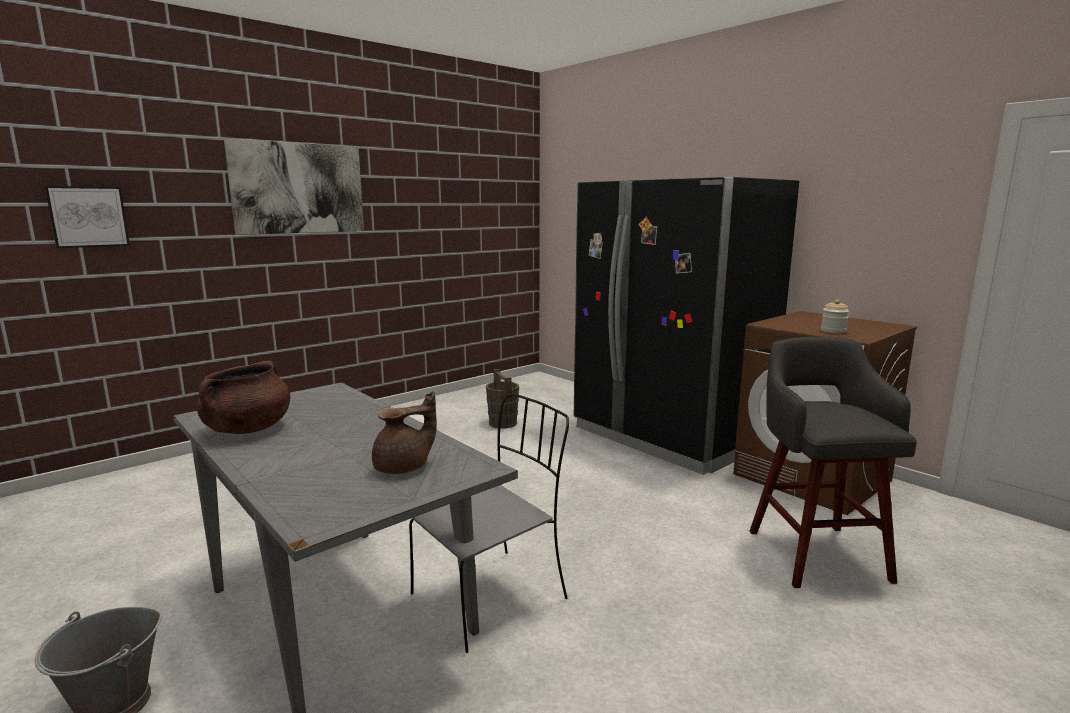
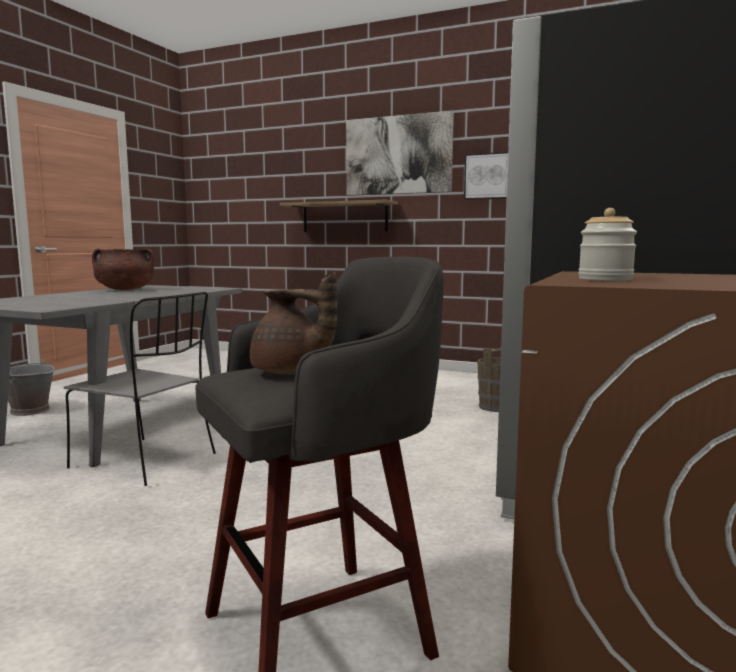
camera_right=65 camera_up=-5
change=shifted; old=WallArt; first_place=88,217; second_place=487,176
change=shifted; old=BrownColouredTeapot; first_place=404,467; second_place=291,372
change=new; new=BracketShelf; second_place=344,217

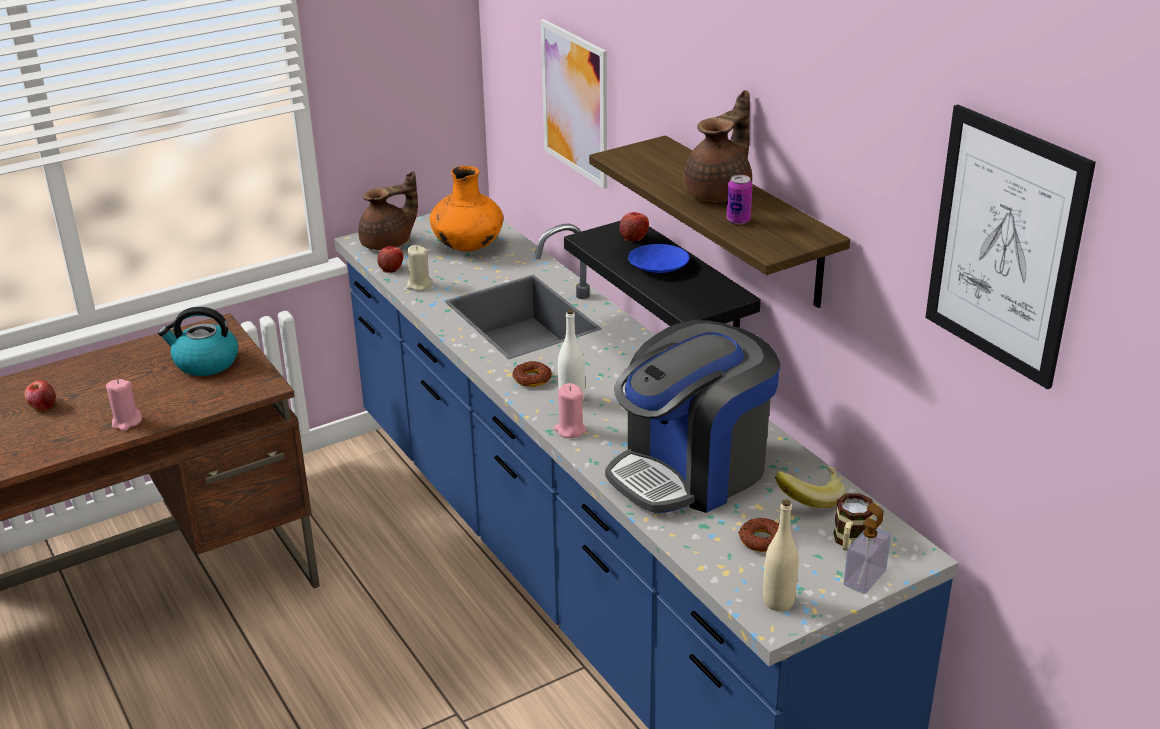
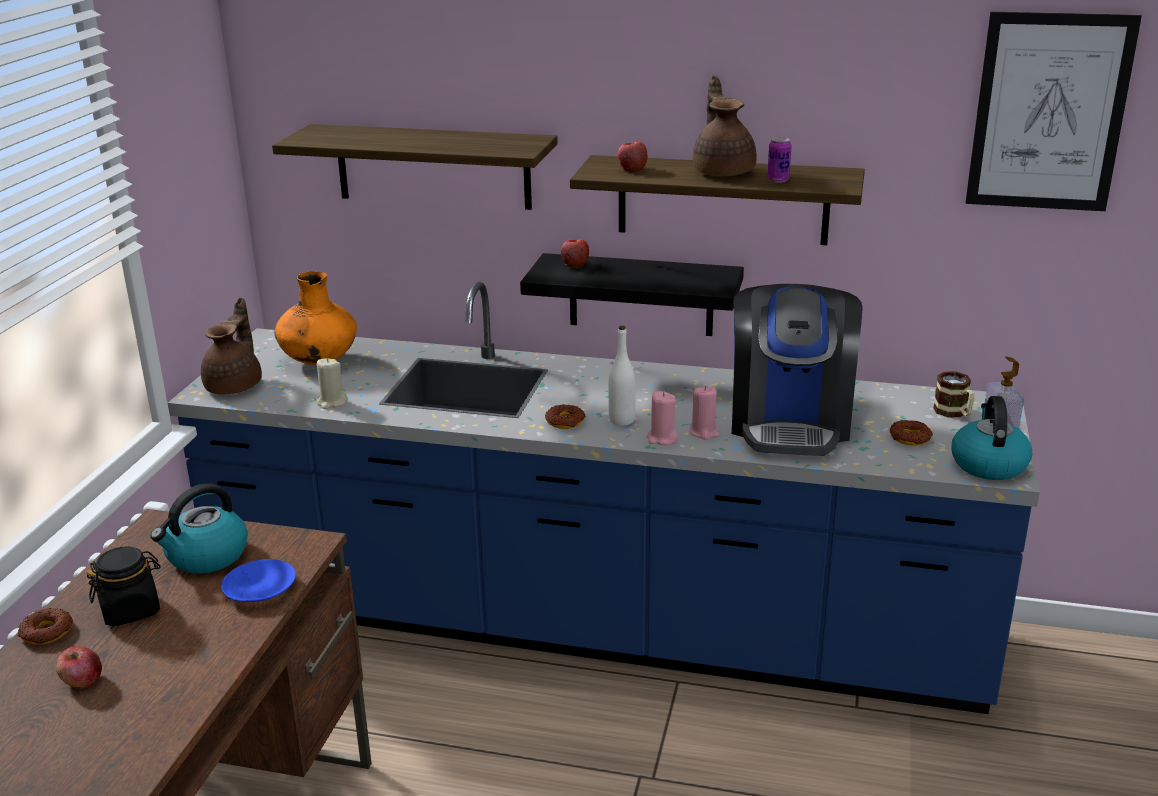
camera_right=-45 camera_up=-5
change=shifted; old=PinkColouredWaxCandle; first_place=126,422; second_place=704,432
change=shifted; old=WholeApple; first_place=391,268; second_place=632,169
change=swapped; old=WallArt; new=BracketShelf; first_place=575,103; second_place=433,166
change=shifted; old=BluishDinnerPlate; first_place=657,265; second_place=259,589
change=swapped; old=BeigeColouredBottle; new=Kettle; first_place=778,602; second_place=988,464
change=gone; old=WholeBanana; first_place=809,498
change=new; new=Donut; second_place=46,632
change=new; new=BlackStorageJar; second_place=131,610

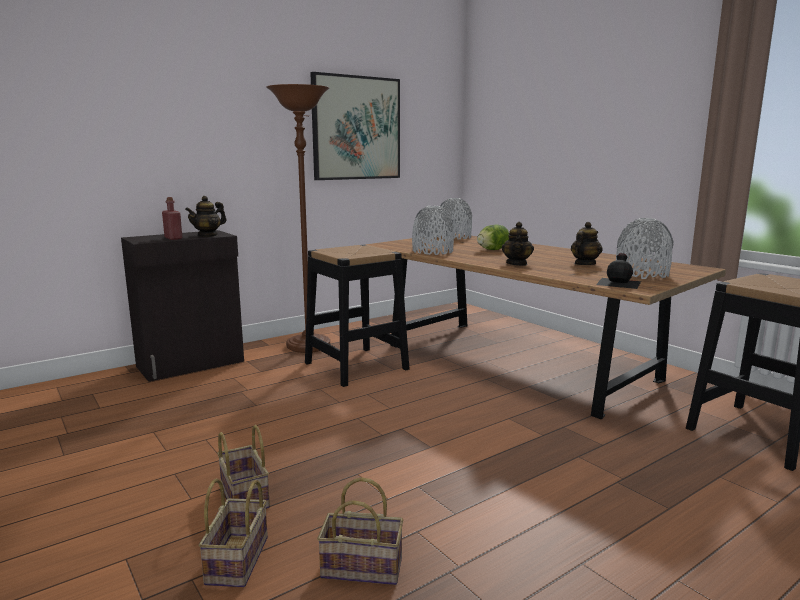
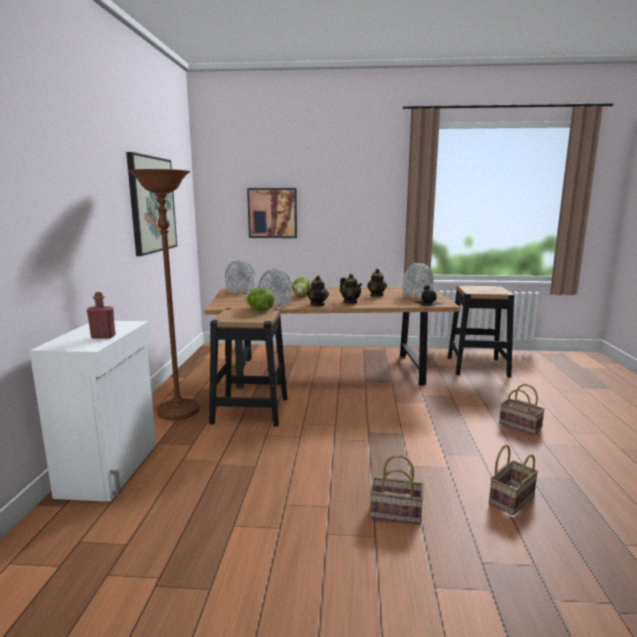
camera_right=-50 camera_up=0
change=repainted; old=BlackCabinet; new=WhitishCabinet; first_place=192,364; second_place=111,468
change=shifted; old=Teapot; first_place=208,235; second_place=318,304
change=shifted; old=StorageBasket; first_place=238,561; second_place=521,426
change=new; new=HeadOfLettuce; second_place=260,310
change=new; new=WallArt; second_place=272,213

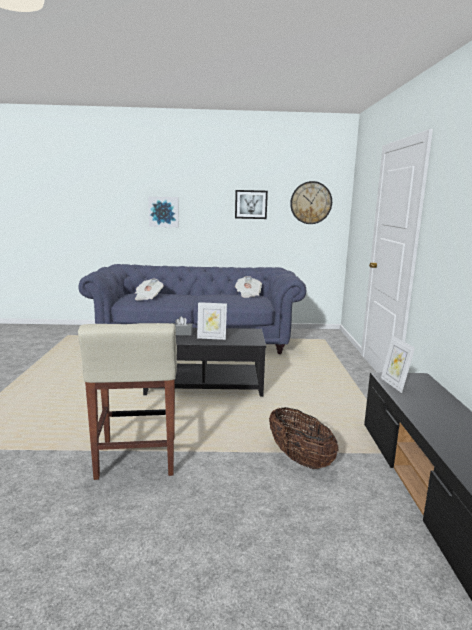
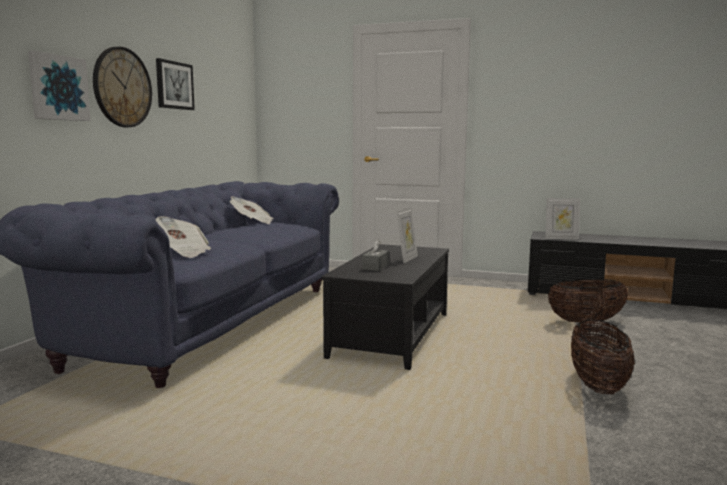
camera_right=-70 camera_up=-5
change=swapped; old=BeigeColouredSittingStool; new=StorageBasket; first_place=137,458; second_place=598,385
change=shifted; old=HangingClock; first_place=311,202; second_place=122,87

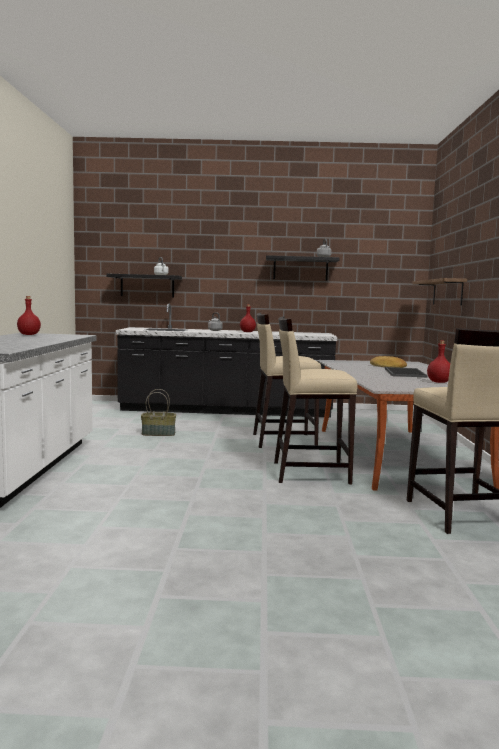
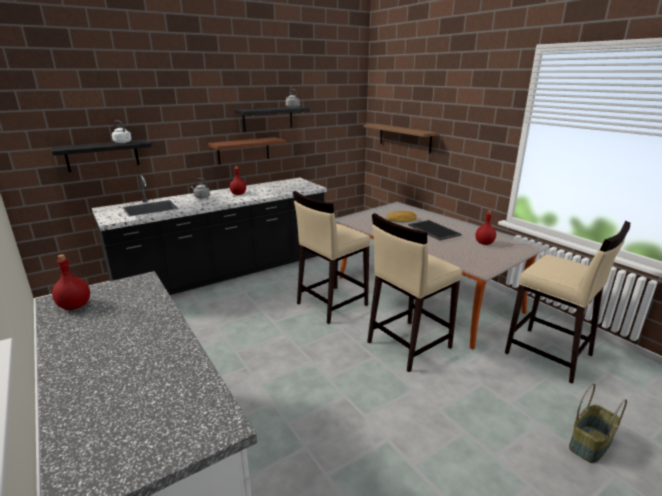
camera_right=-35 camera_up=15
change=shifted; old=StorageBasket; first_place=159,433; second_place=589,443
change=new; new=BrownColouredBracketShelf; second_place=243,150

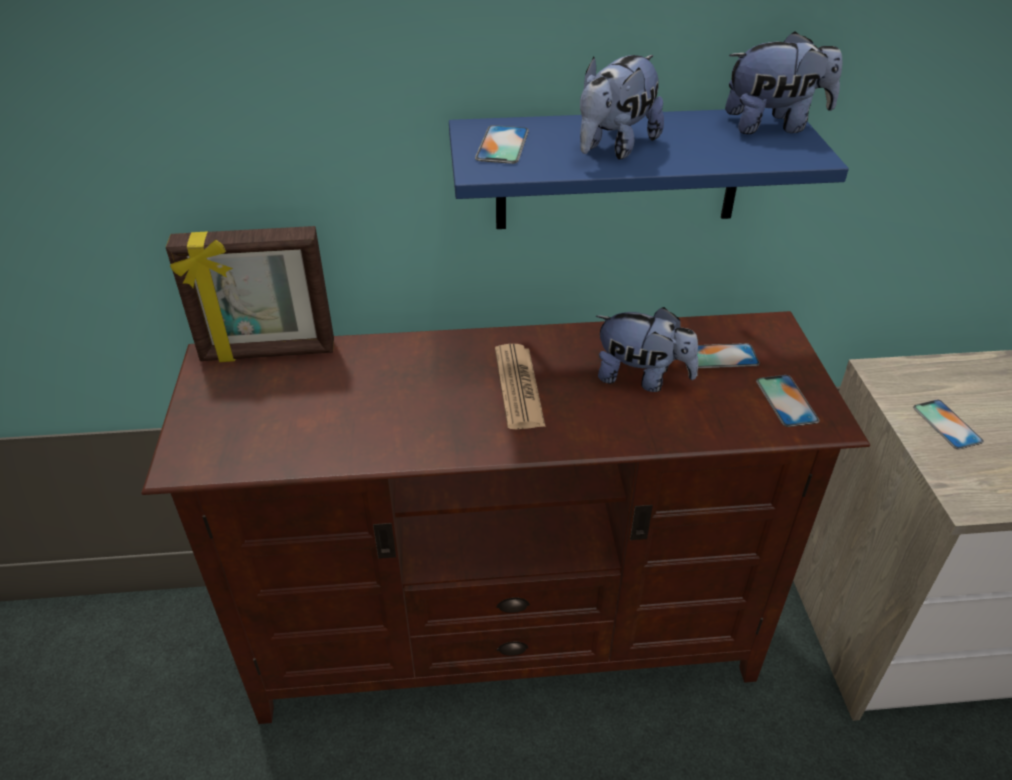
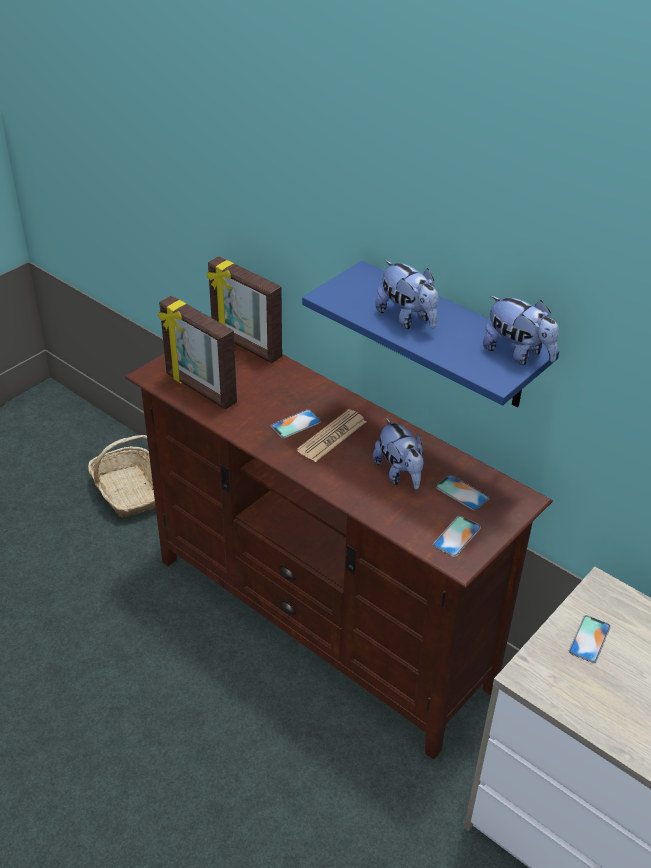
camera_right=45 camera_up=0
change=shifted; old=Phone; first_place=502,145; second_place=296,424
change=rotated; old=CuddlyToy; first_place=614,148; second_place=407,319; degrees=-120
change=new; new=StorageBasket; second_place=130,491
change=new; new=StandingFrame; second_place=200,389

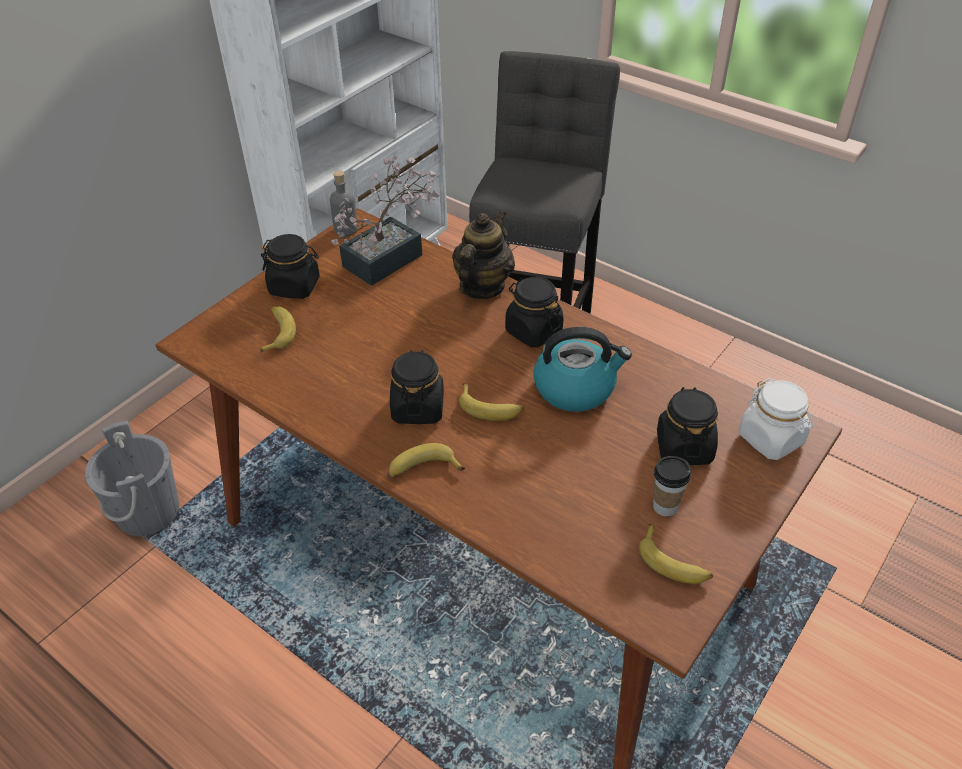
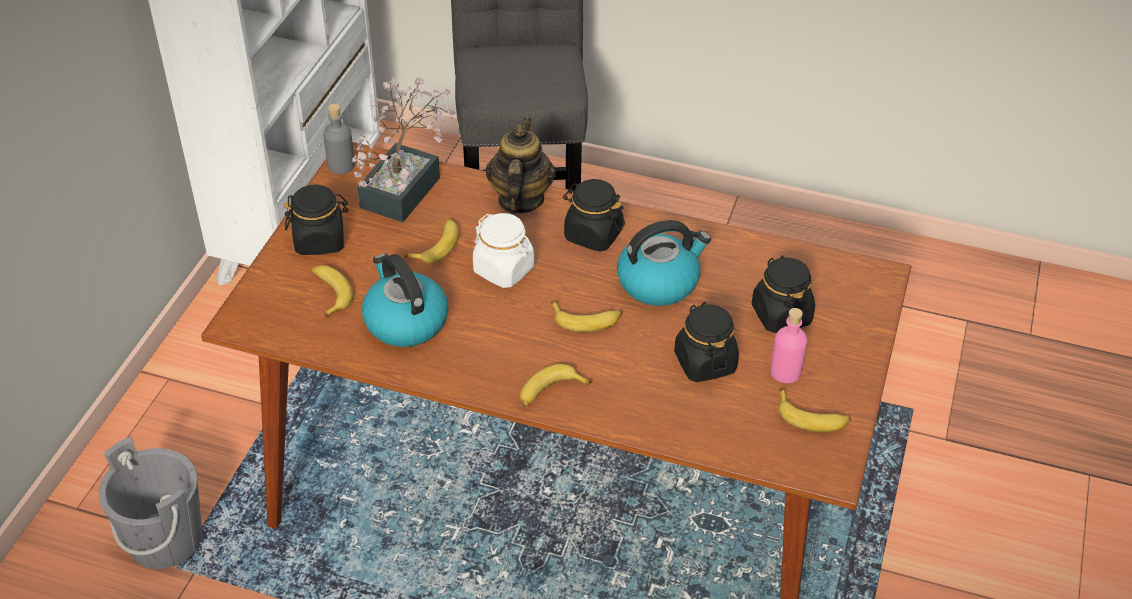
camera_right=-20 camera_up=0
change=shifted; old=BlackStorageJar; first_place=418,408; second_place=704,362
change=swapped; old=SmallCup; new=PinkColouredBottle; first_place=665,506; second_place=785,371
change=shifted; old=WhitishStorageJar; first_place=771,439; second_place=504,270
change=new; new=Kettle; second_place=405,321
change=new; new=WholeBanana; second_place=437,245

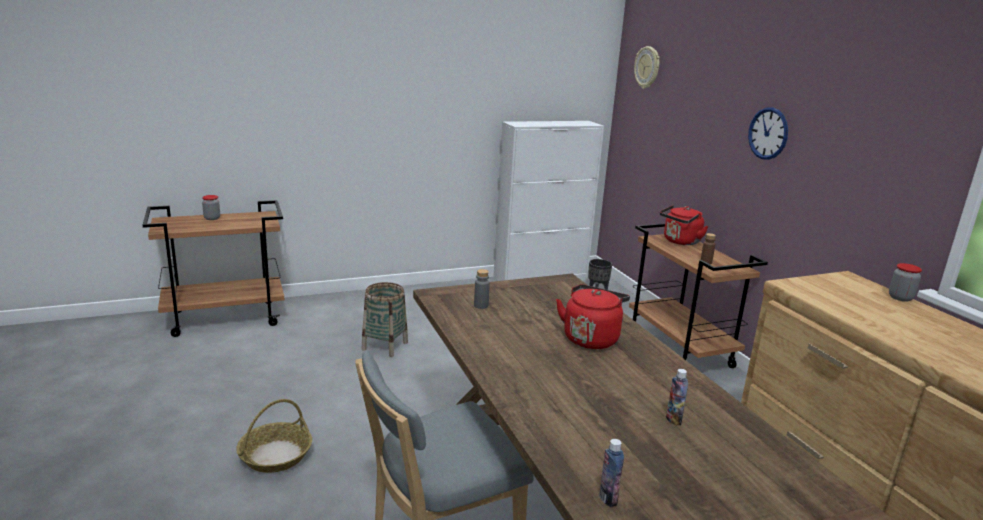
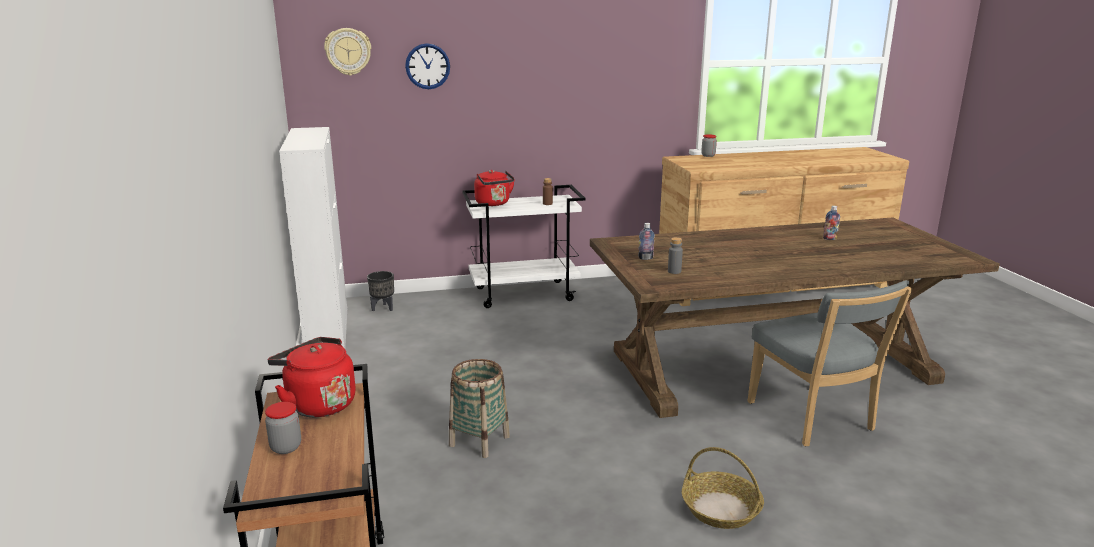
camera_right=-80 camera_up=0
change=shifted; old=RedKettle; first_place=591,338; second_place=317,404
change=shifted; old=Bottle; first_place=608,498; second_place=645,258
change=repainted; old=BrownColouredWheeledCart; new=WhitishWheeledCart; first_place=680,350; second_place=524,294
change=shifted; old=HangingClock; first_place=768,133; second_place=427,66

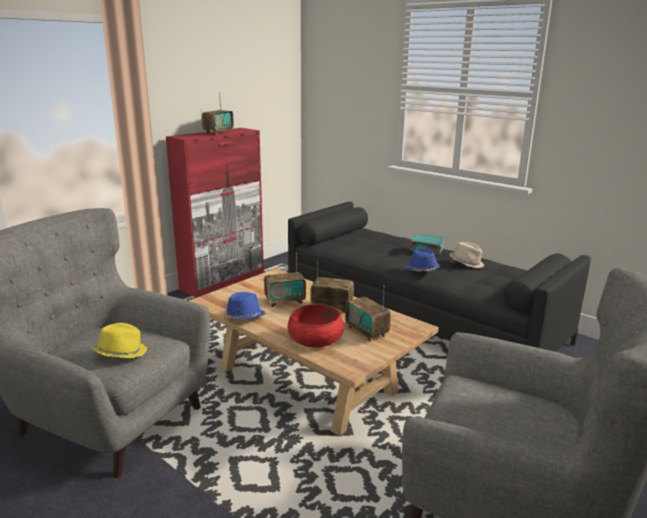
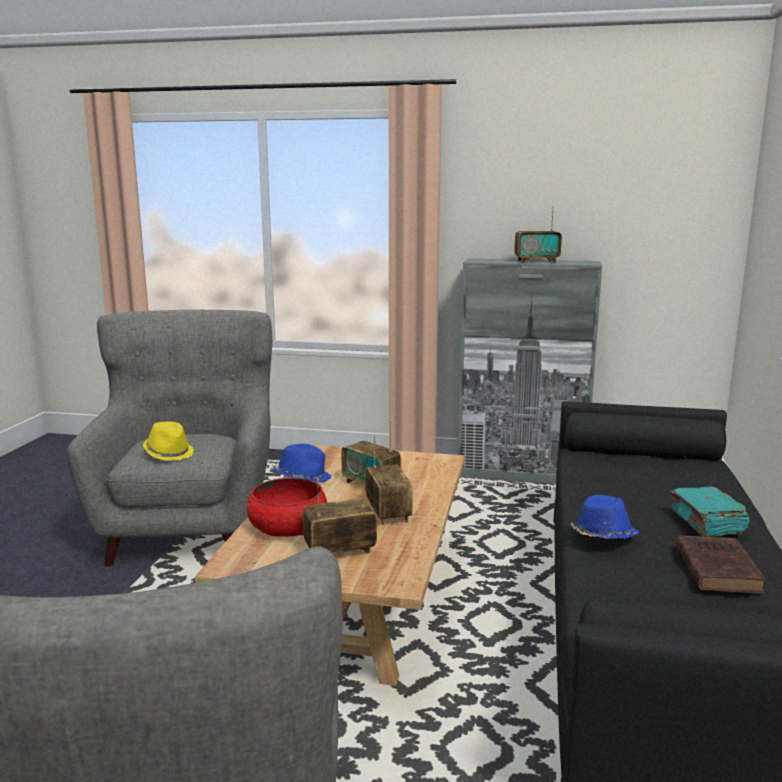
camera_right=60 camera_up=-5
change=repainted; old=RedCabinet; new=GreyishCabinet; first_place=223,281; second_place=522,474
change=rotated; old=RadioReceiver; first_place=366,332; second_place=340,551; degrees=45
change=swapped; old=BeigeColouredWearableHat; new=BrownColouredBoundBook; first_place=466,263; second_place=716,568

